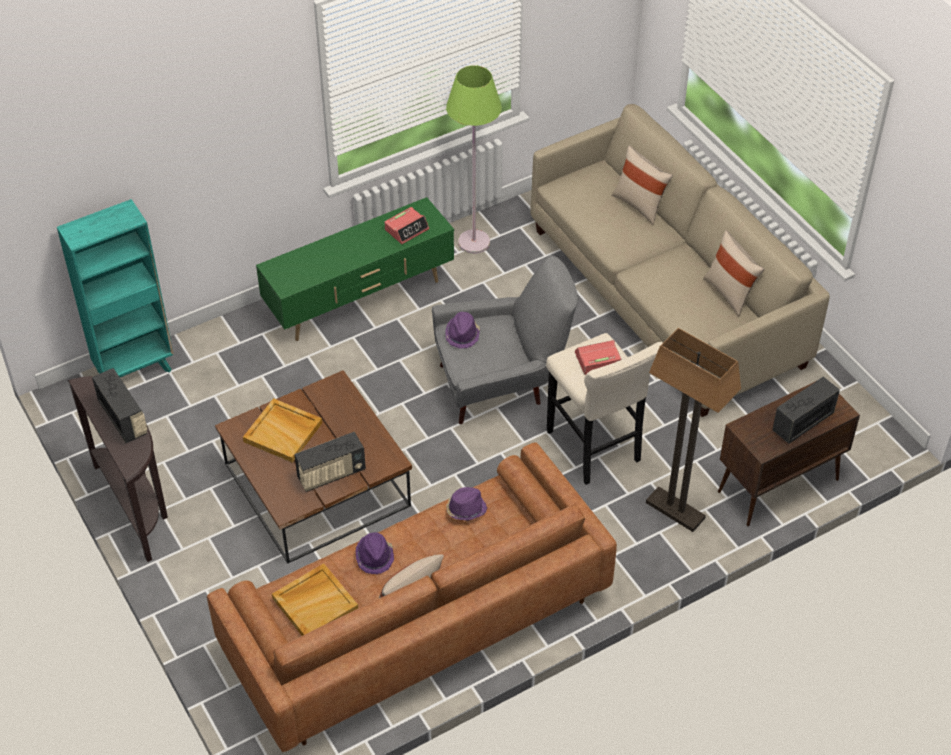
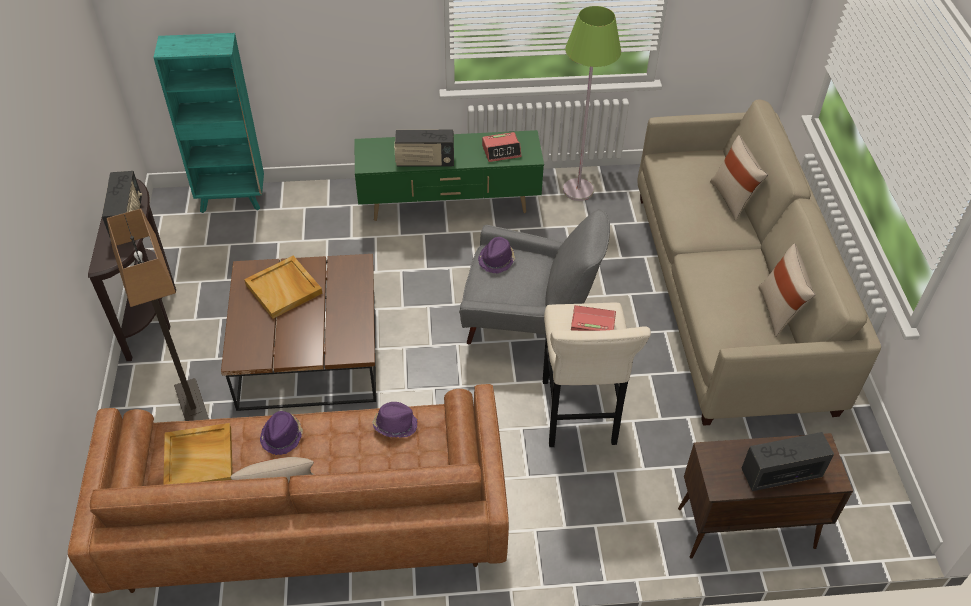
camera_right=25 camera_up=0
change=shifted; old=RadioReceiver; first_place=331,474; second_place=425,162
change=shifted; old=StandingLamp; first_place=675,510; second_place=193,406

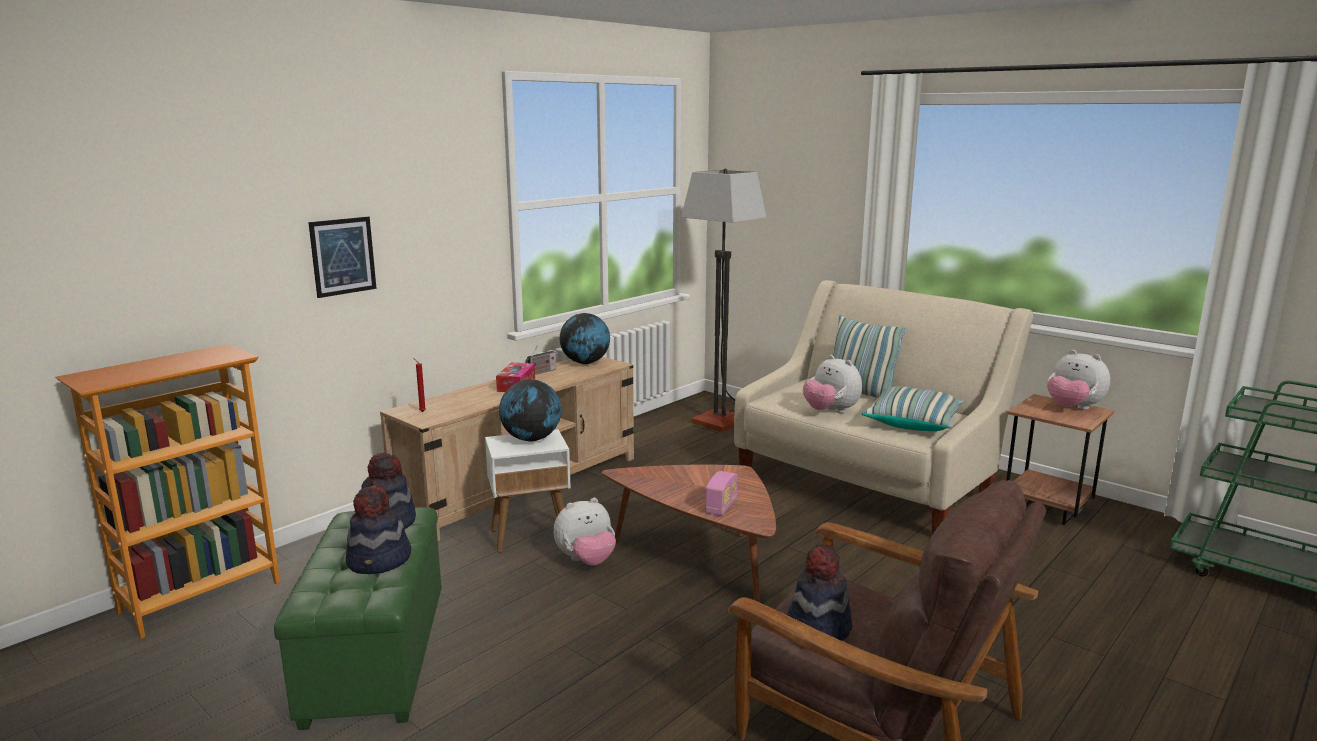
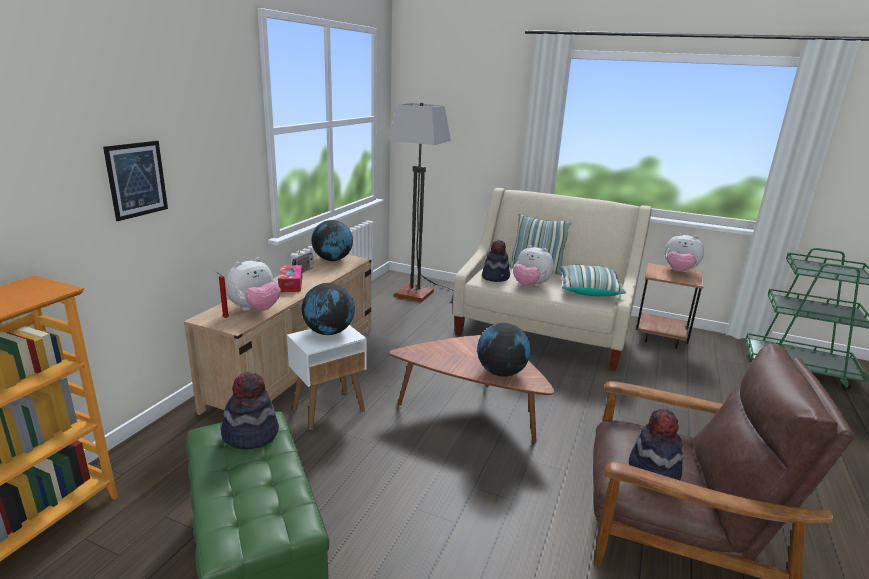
camera_right=-20 camera_up=5
change=shifted; old=WearableHat; first_place=380,561; second_place=496,277
change=shifted; old=CuddlyToy; first_place=586,561; second_place=255,310
change=swapped; old=RadioReceiver; new=Globe; first_place=721,507; second_place=501,372

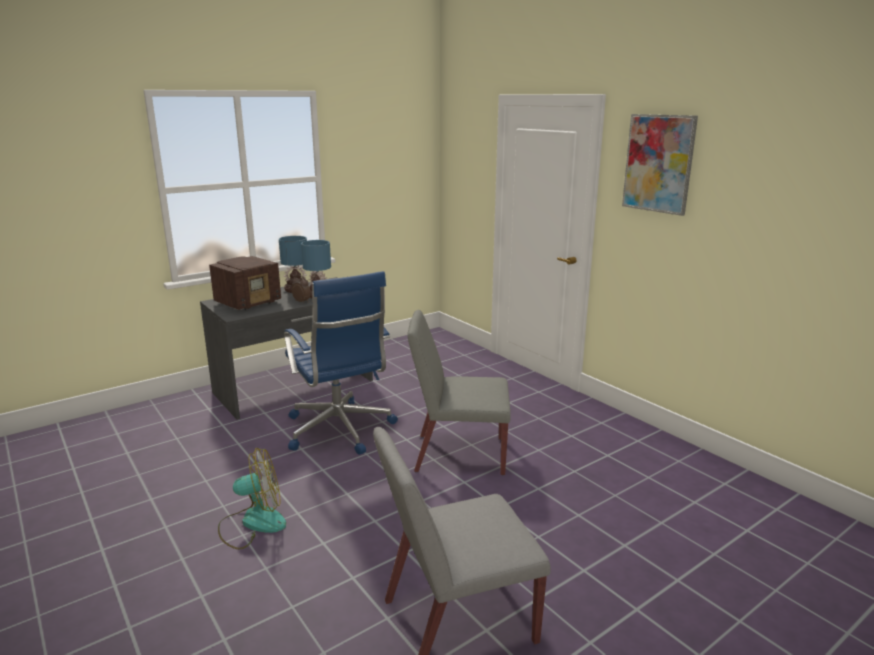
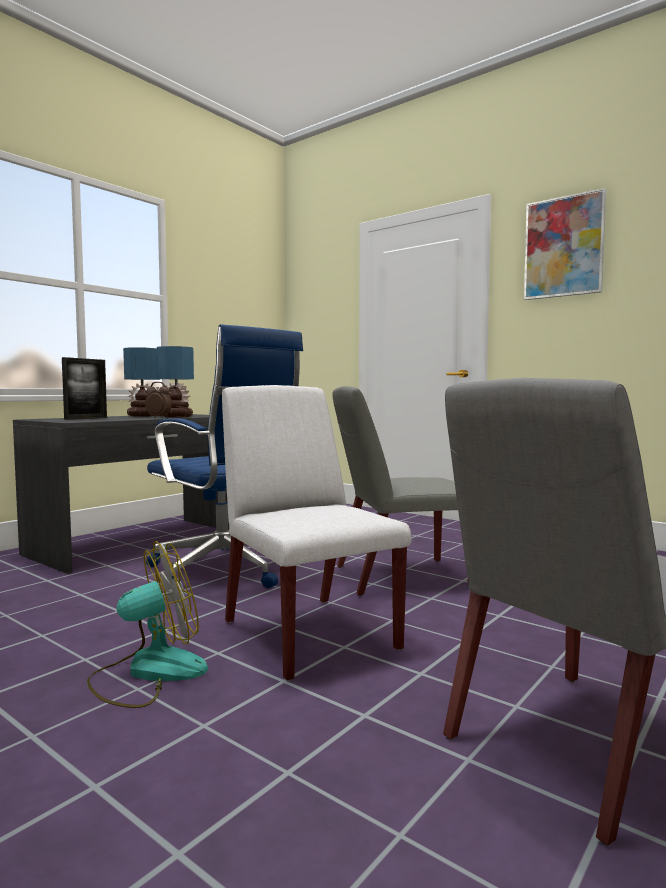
camera_right=-15 camera_up=-15
change=swapped; old=RadioReceiver; new=StandingFrame; first_place=249,302; second_place=86,418
change=new; new=WhitishChair; second_place=307,634

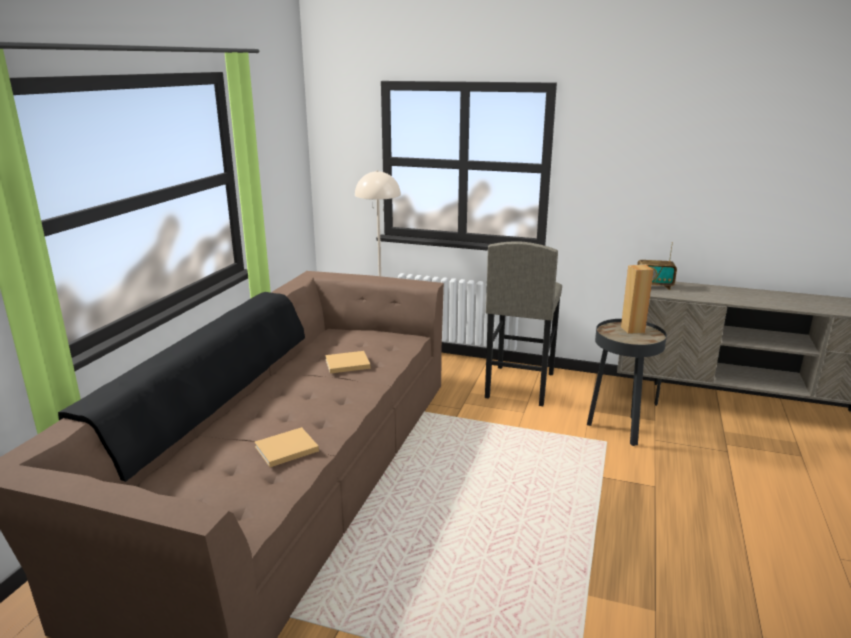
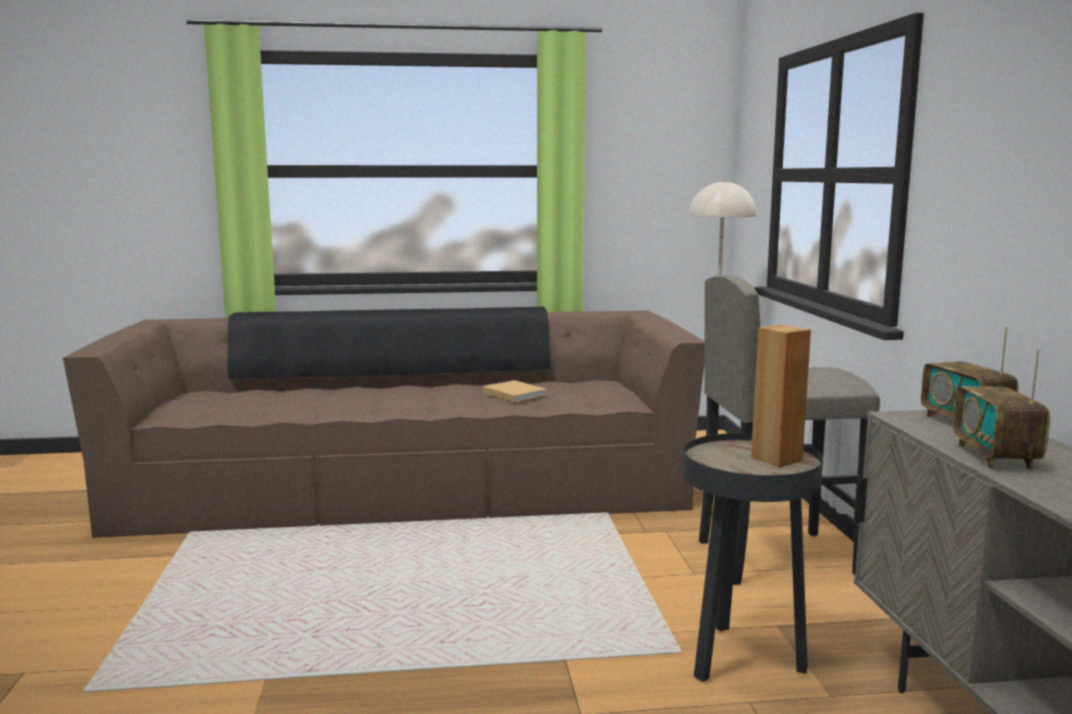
camera_right=65 camera_up=-10
change=gone; old=BeigeColouredBoundBook; first_place=285,449
change=new; new=RadioReceiver; second_place=995,457

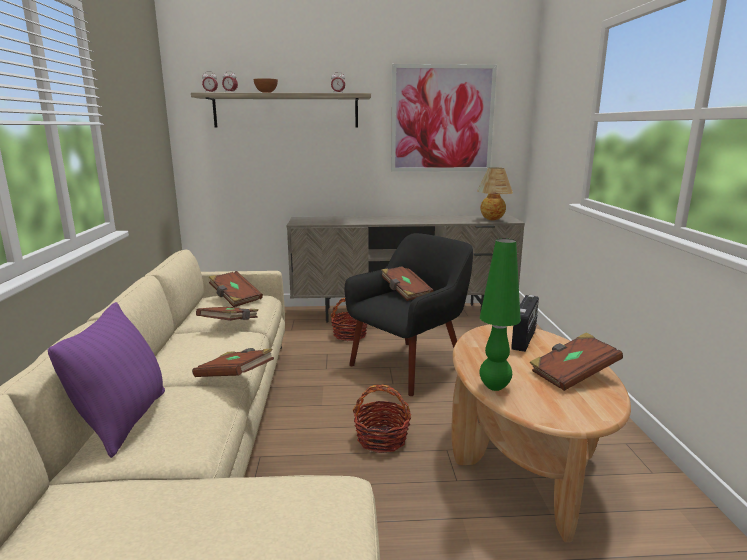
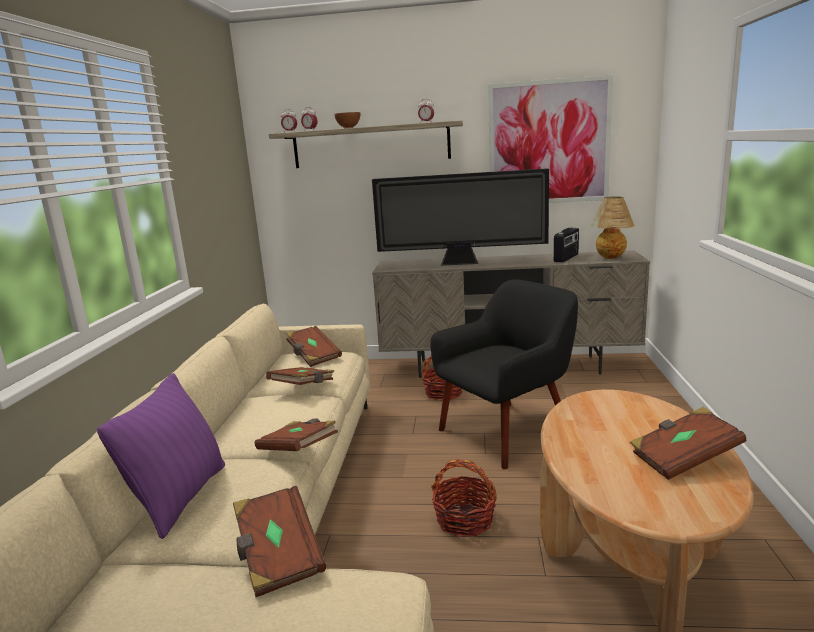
camera_right=10 camera_up=0
change=shifted; old=BrownColouredBoundBook; first_place=405,292; second_place=278,556
change=gone; old=GreenColouredLampForATable; first_place=495,387
change=shifted; old=RadioReceiver; first_place=524,339; second_place=566,258
change=new; new=Television; second_place=462,263

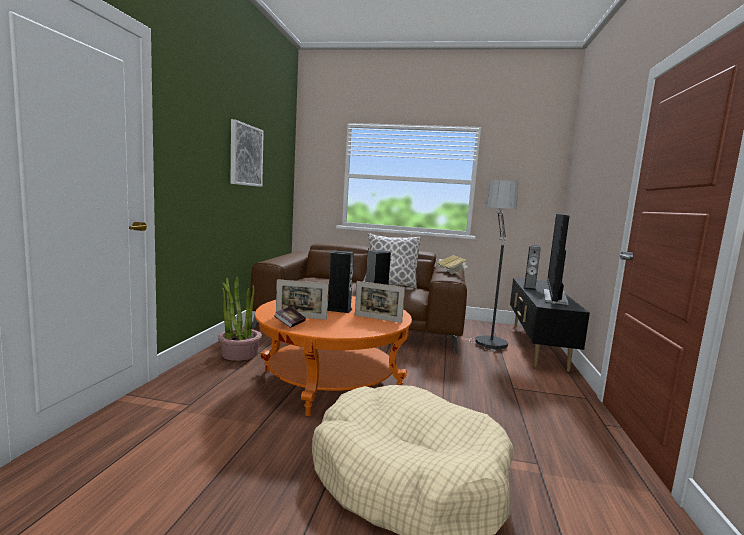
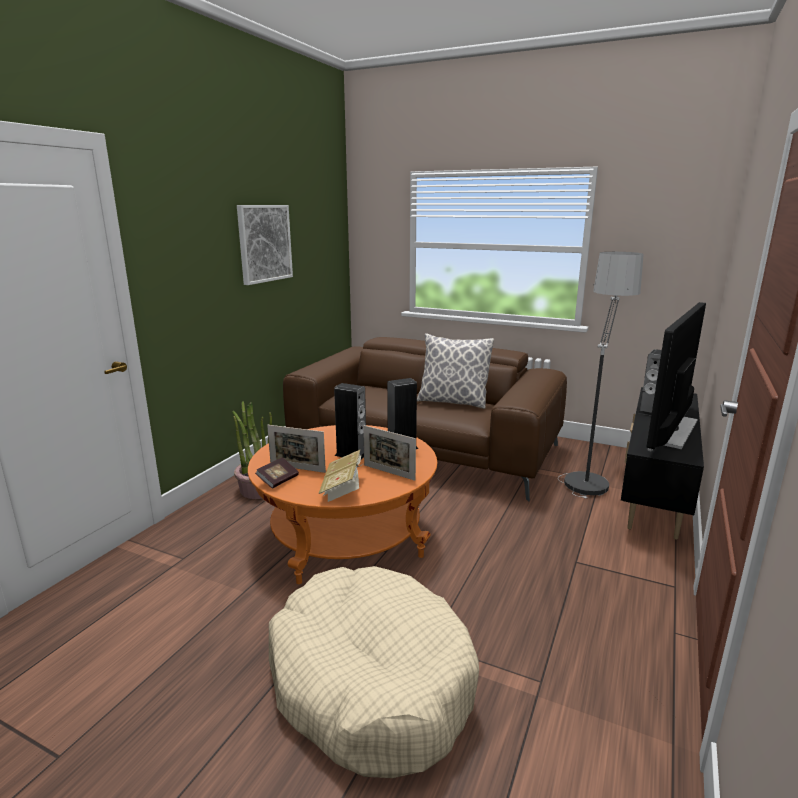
camera_right=15 camera_up=10
change=shifted; old=BoundBook; first_place=451,272; second_place=343,488

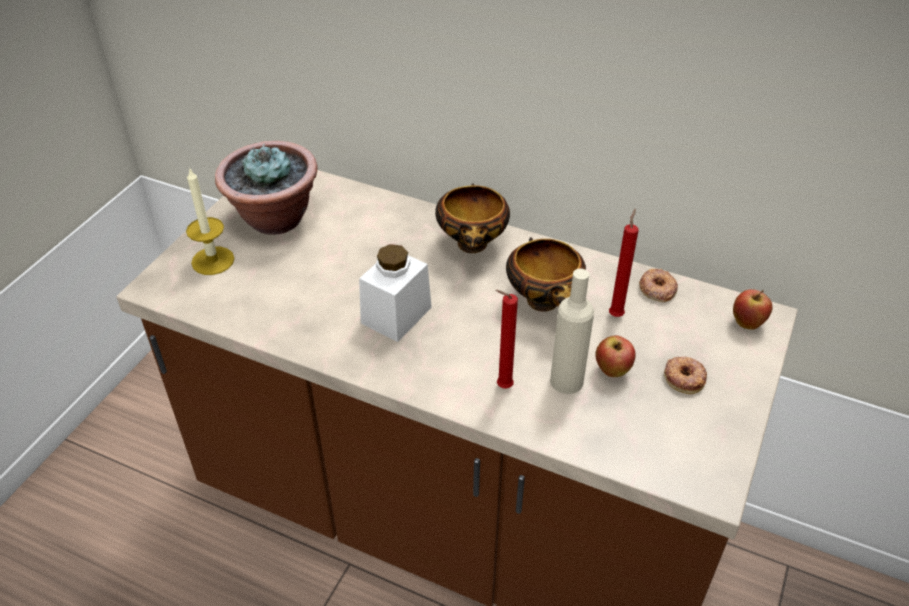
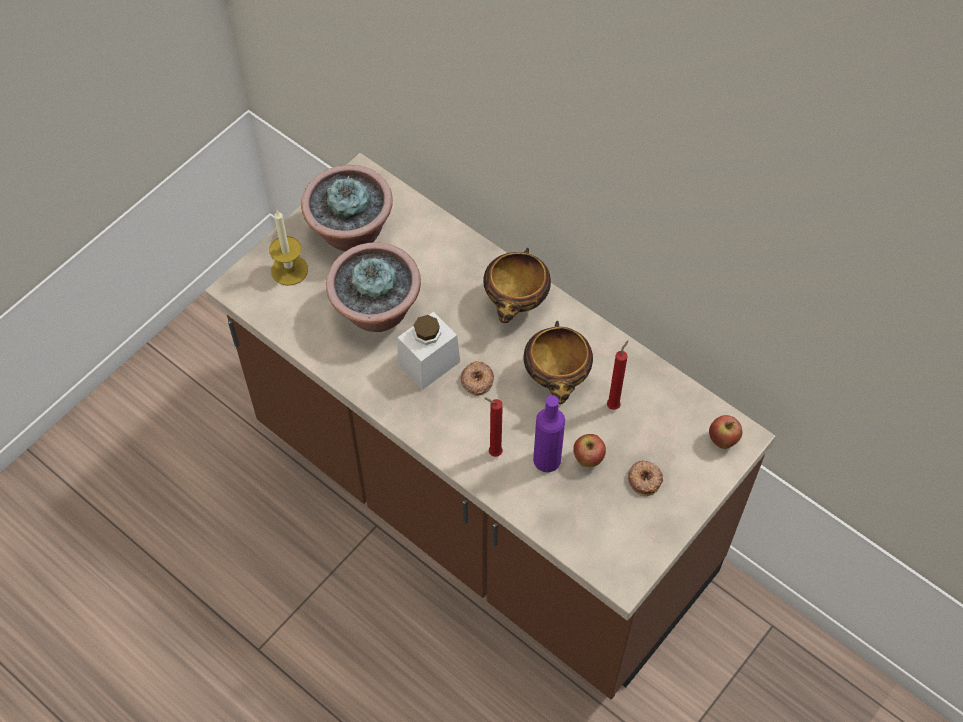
camera_right=15 camera_up=15
change=repainted; old=BeigeColouredBottle; new=PurpleBottle; first_place=566,381; second_place=547,459
change=shifted; old=Donut; first_place=657,289; second_place=477,380
change=new; new=PlantInAPot; second_place=377,313

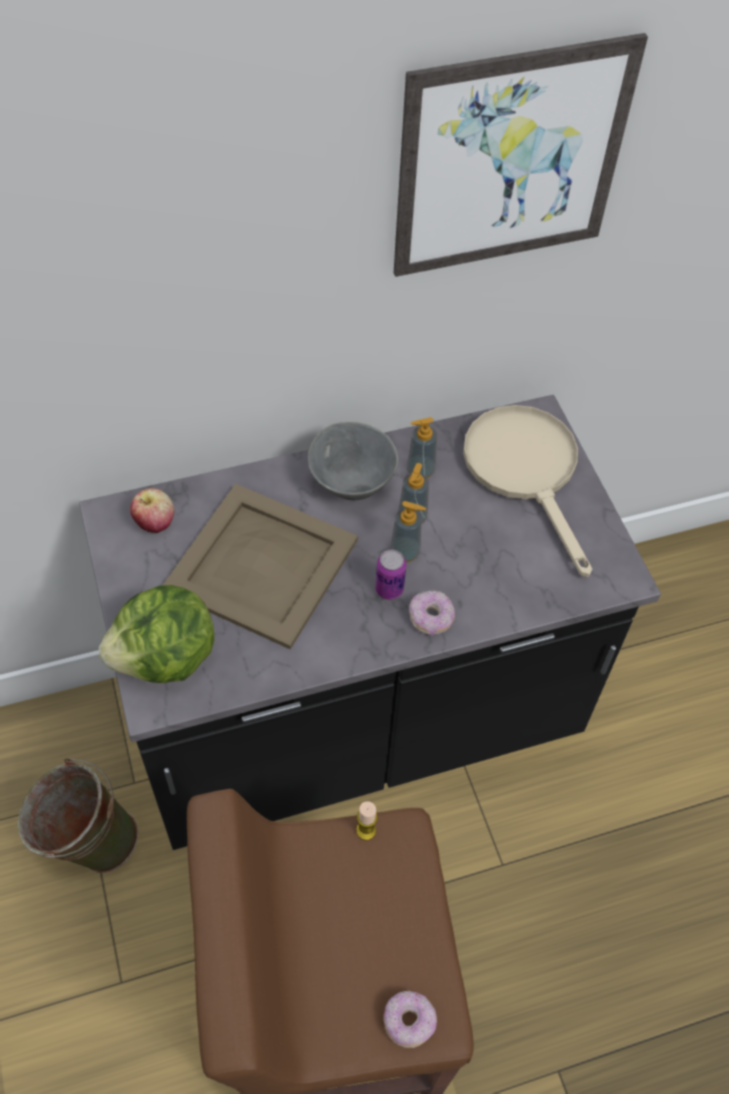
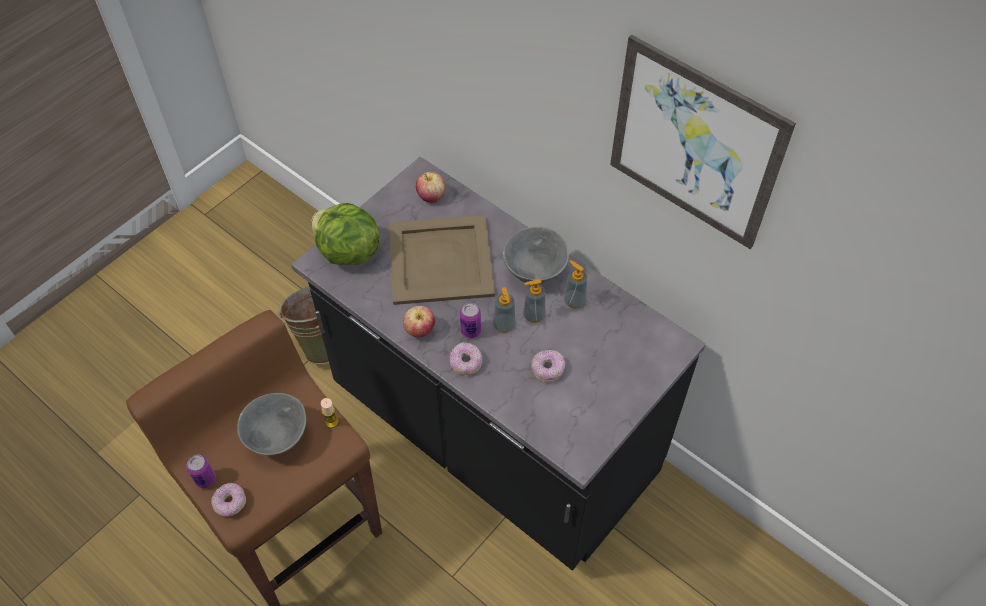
camera_right=60 camera_up=0
change=gone; old=BeigeColouredPan; first_place=527,471
change=new; new=MetalCan; second_place=205,479
change=new; new=GreyishBowl; second_place=276,436
change=new; new=WholeApple; second_place=420,330
change=new; new=Donut; second_place=547,369

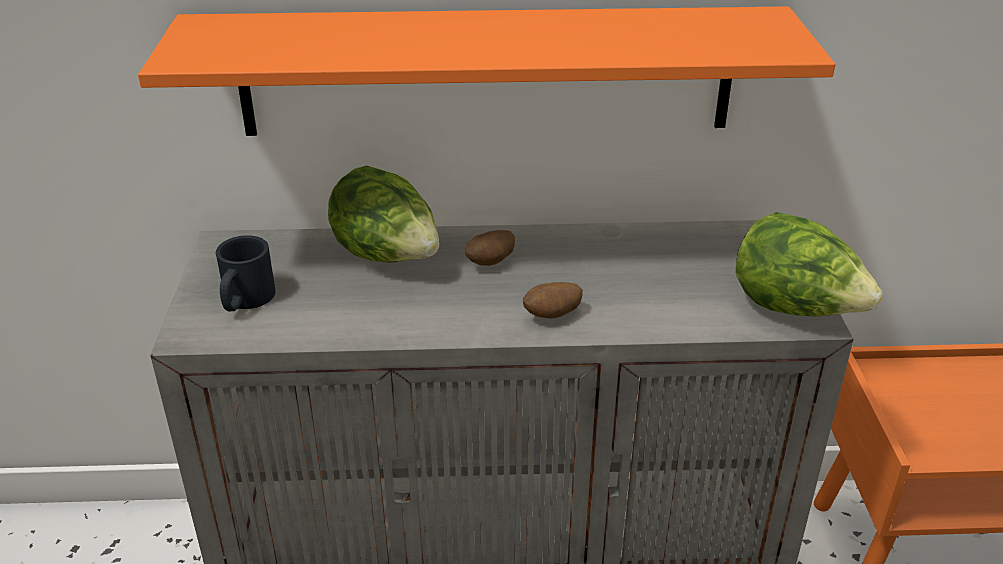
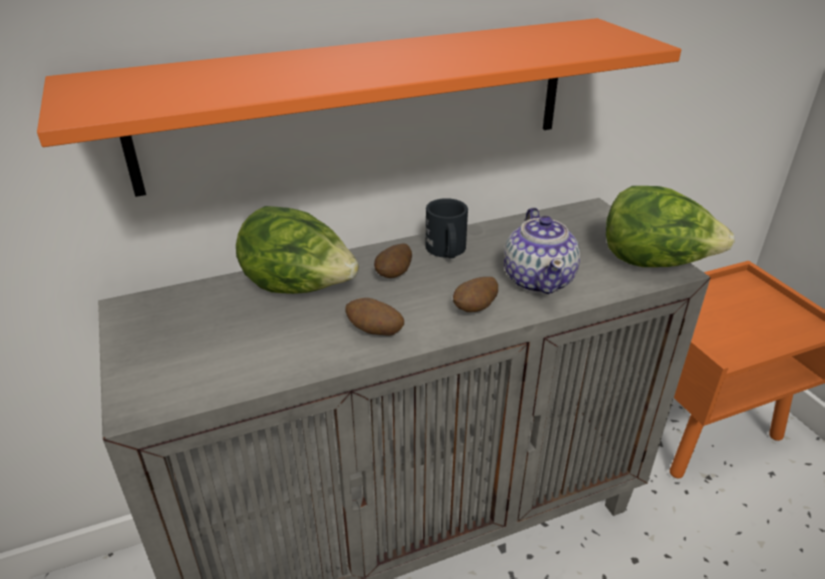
camera_right=-20 camera_up=0
change=shifted; old=BlackMug; first_place=245,301; second_place=447,252
change=new; new=Spud; second_place=374,332
change=new; new=Teapot; second_place=539,279

